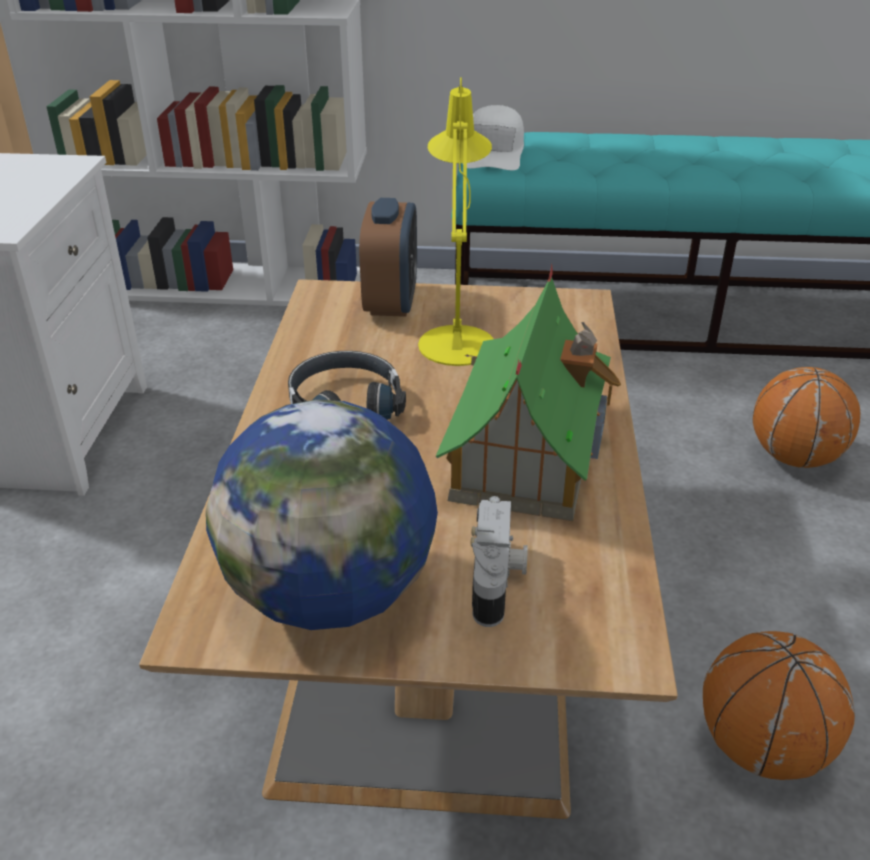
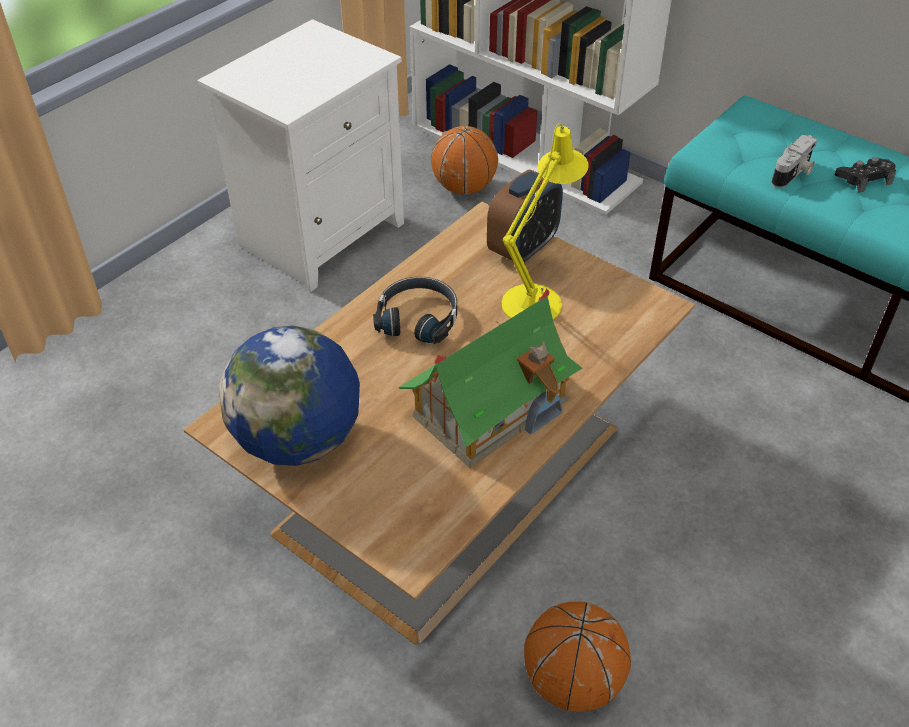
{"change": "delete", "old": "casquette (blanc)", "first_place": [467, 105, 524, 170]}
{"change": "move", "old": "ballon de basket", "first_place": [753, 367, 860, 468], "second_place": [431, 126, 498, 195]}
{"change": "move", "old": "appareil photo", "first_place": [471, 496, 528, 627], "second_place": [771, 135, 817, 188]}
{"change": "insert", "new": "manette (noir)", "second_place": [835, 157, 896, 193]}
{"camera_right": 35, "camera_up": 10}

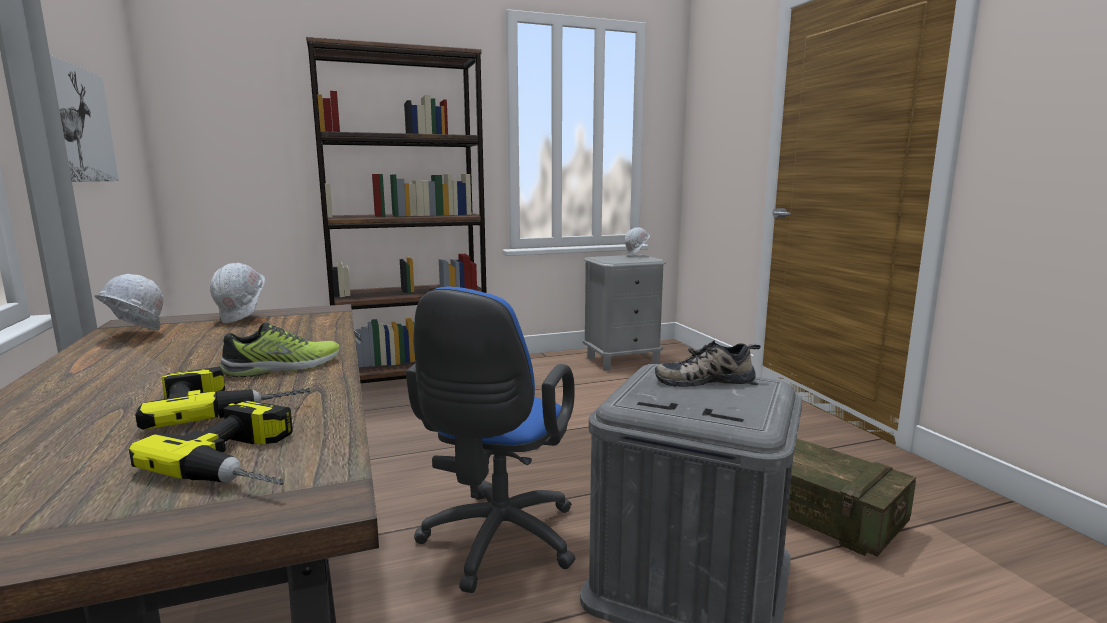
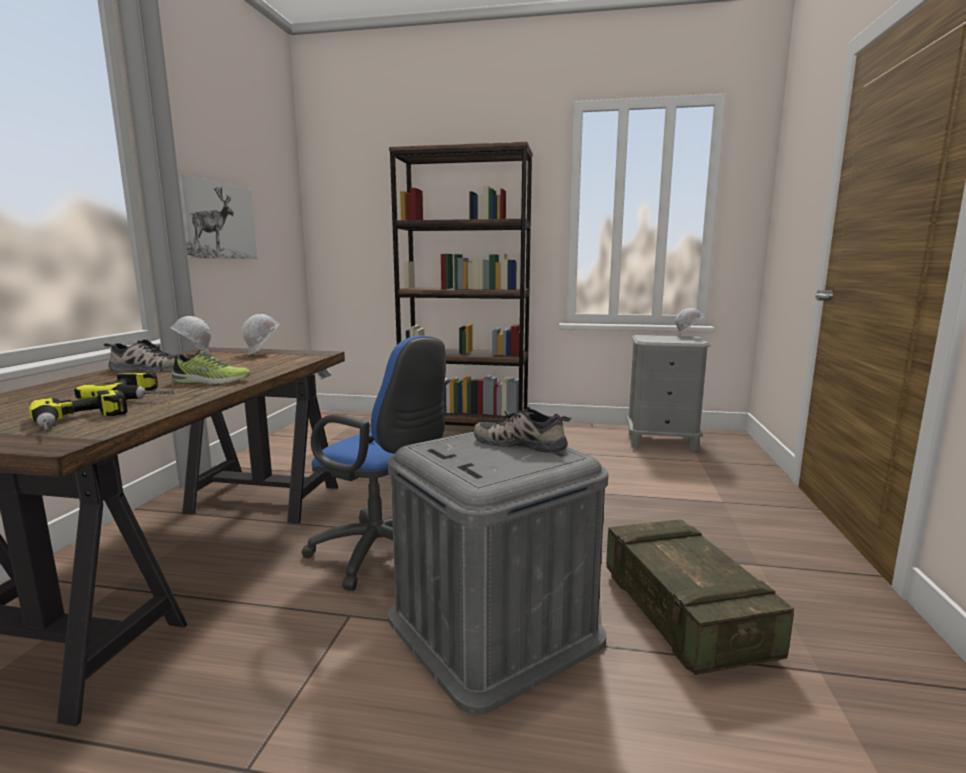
{"change": "rotate", "old": "chaise de bureau (bleu)", "first_place": [406, 287, 576, 593], "second_place": [301, 336, 446, 591], "degrees": -105}
{"change": "insert", "new": "chaussure", "second_place": [104, 339, 189, 372]}
{"camera_right": 30, "camera_up": 0}

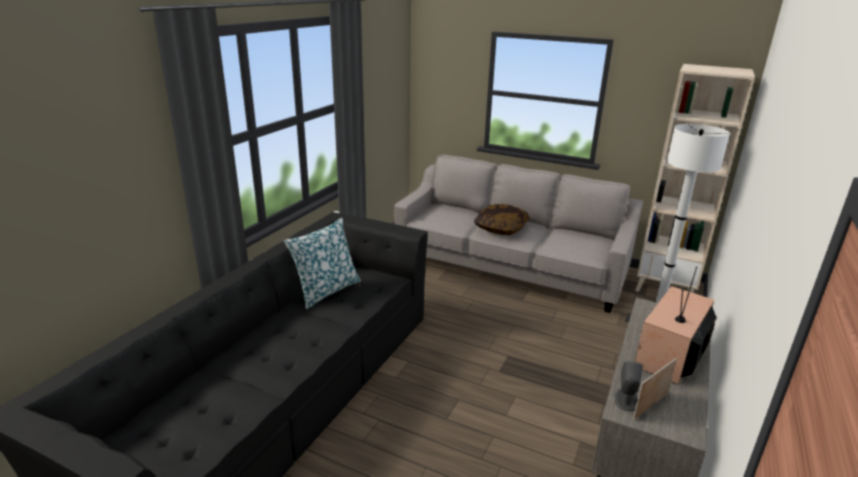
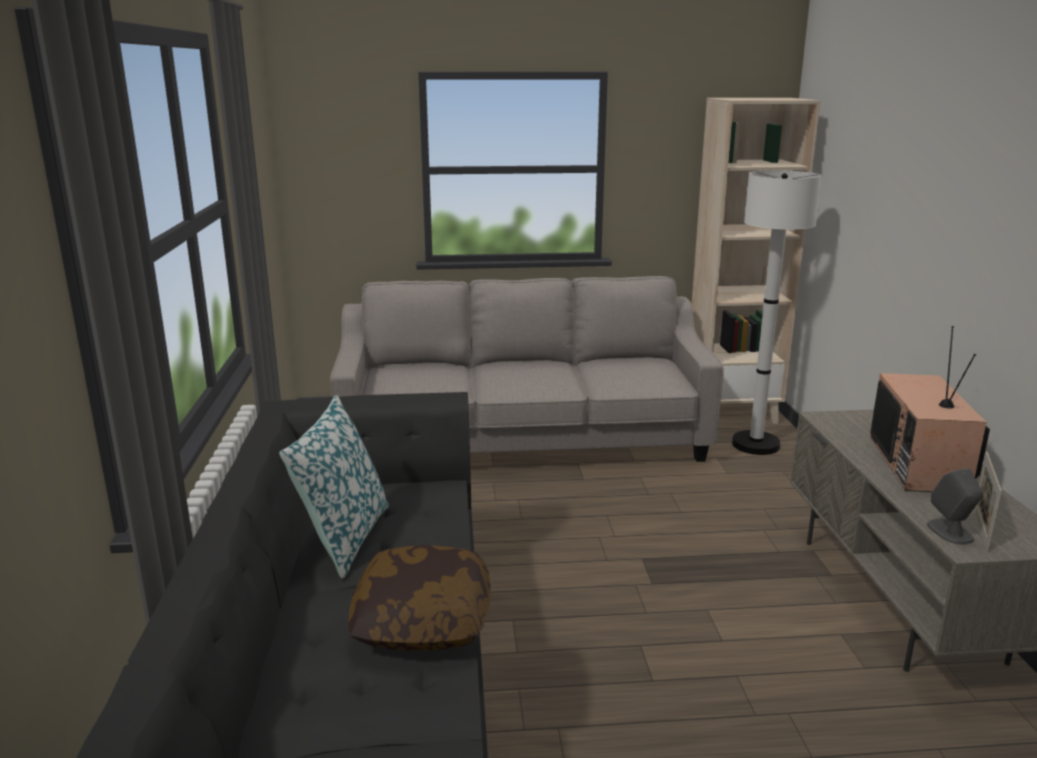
{"change": "move", "old": "coussin", "first_place": [474, 204, 529, 235], "second_place": [348, 545, 491, 651]}
{"camera_right": -30, "camera_up": -5}

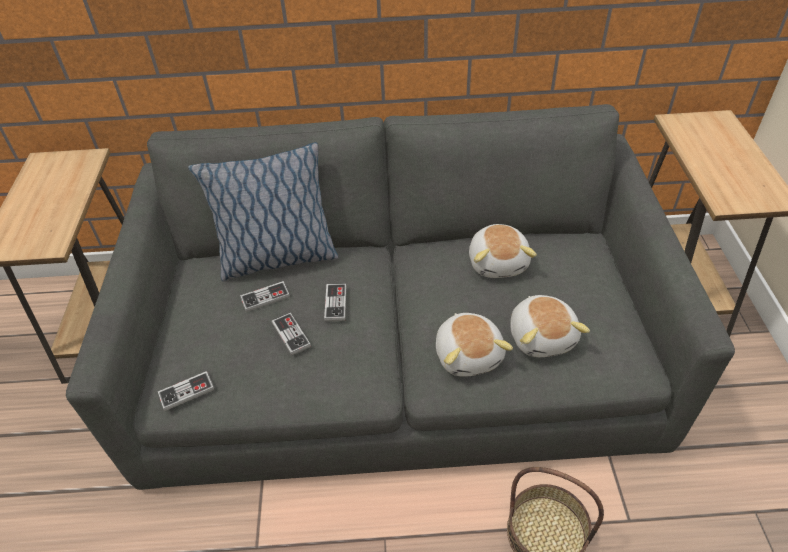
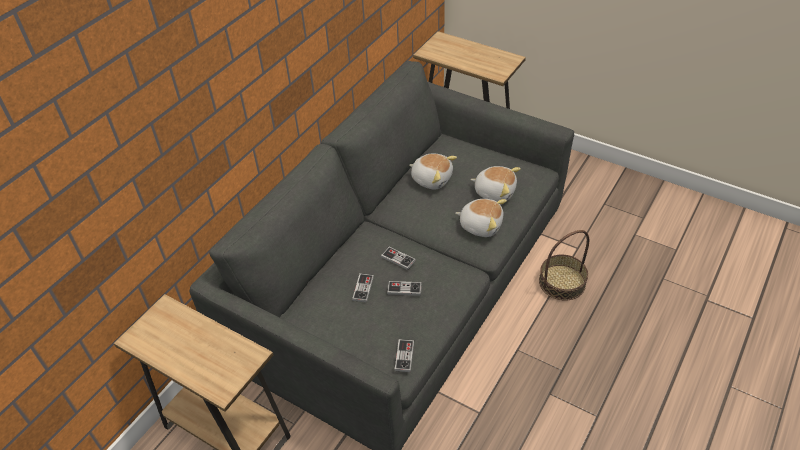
{"change": "delete", "old": "coussin", "first_place": [188, 142, 338, 281]}
{"camera_right": -55, "camera_up": 0}

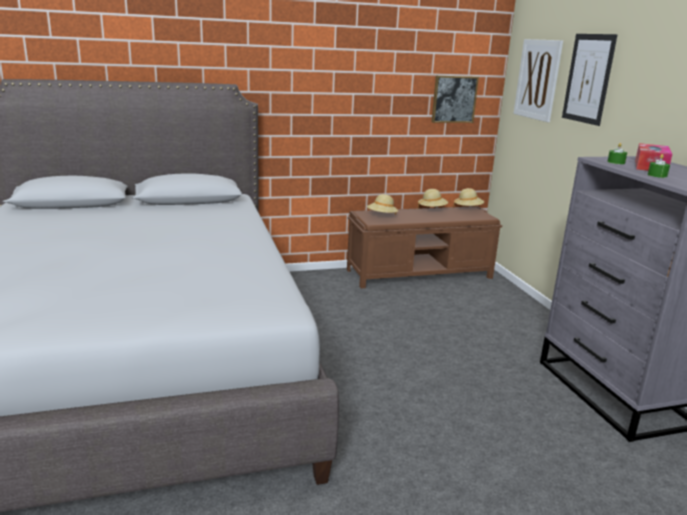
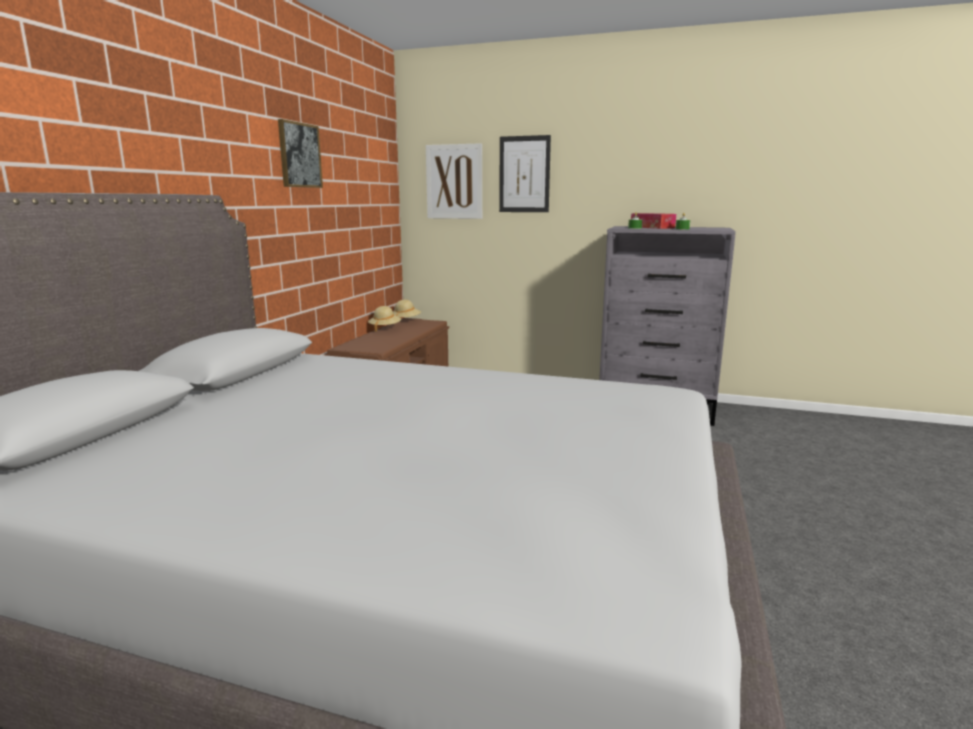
{"change": "move", "old": "tableau", "first_place": [432, 75, 479, 123], "second_place": [278, 119, 323, 188]}
{"change": "delete", "old": "chapeau (beige)", "first_place": [367, 194, 398, 215]}
{"camera_right": -55, "camera_up": -5}

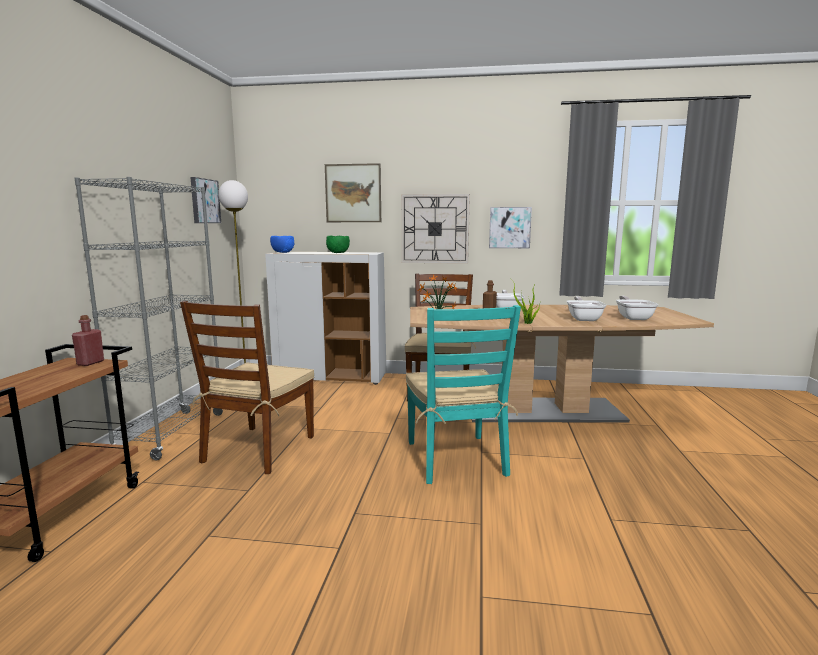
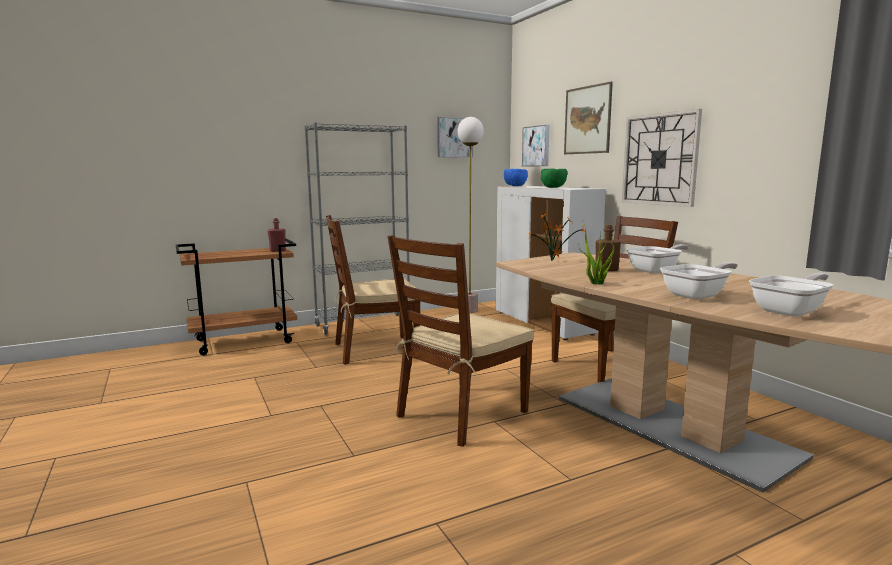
{"change": "move", "old": "tableau", "first_place": [489, 207, 532, 248], "second_place": [522, 125, 550, 167]}
{"change": "recolor", "old": "chaise (turquoise)", "new": "chaise (marron)", "first_place": [406, 305, 521, 484], "second_place": [388, 235, 534, 447]}
{"camera_right": 55, "camera_up": 0}

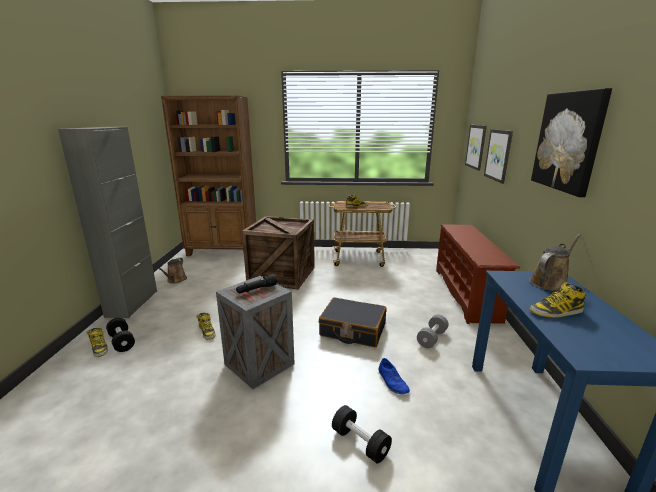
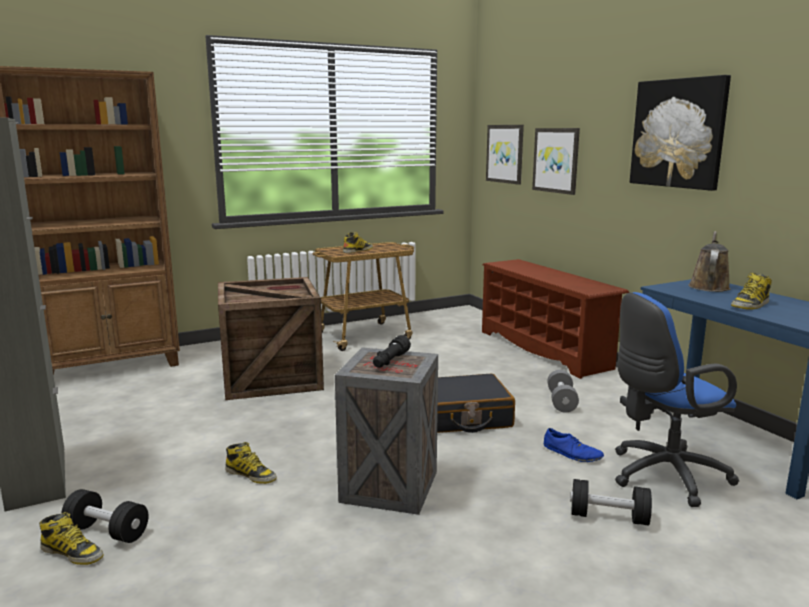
{"change": "delete", "old": "arrosoir (marron)", "first_place": [158, 258, 187, 284]}
{"change": "insert", "new": "chaise de bureau (bleu)", "second_place": [615, 292, 739, 507]}
{"camera_right": -30, "camera_up": -5}

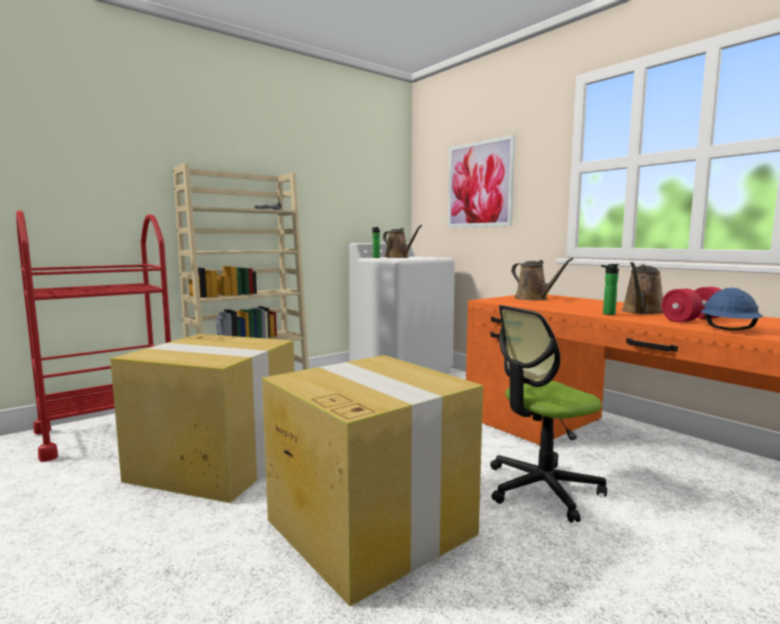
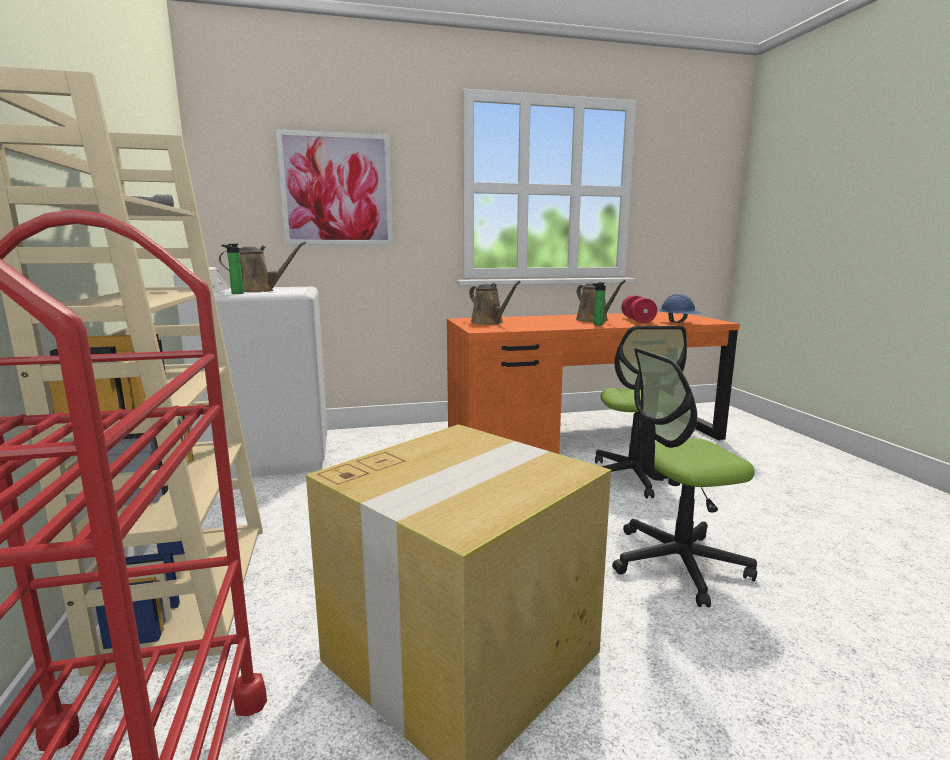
{"change": "rotate", "old": "arrosoir (marron)", "first_place": [511, 258, 573, 300], "second_place": [469, 281, 521, 325], "degrees": 60}
{"change": "replace", "old": "carton", "new": "chaise de bureau", "first_place": [262, 355, 483, 606], "second_place": [612, 348, 757, 607]}
{"camera_right": -65, "camera_up": 5}

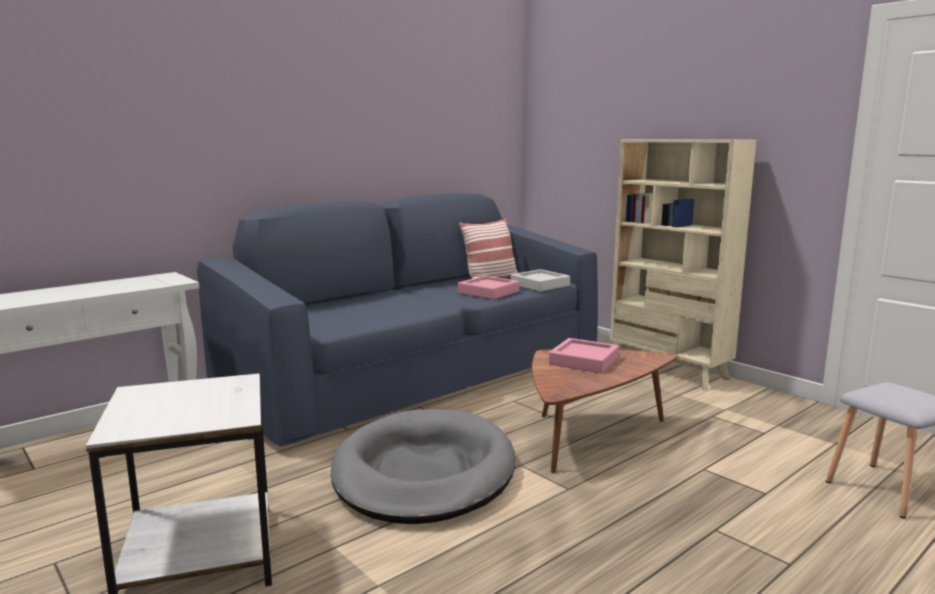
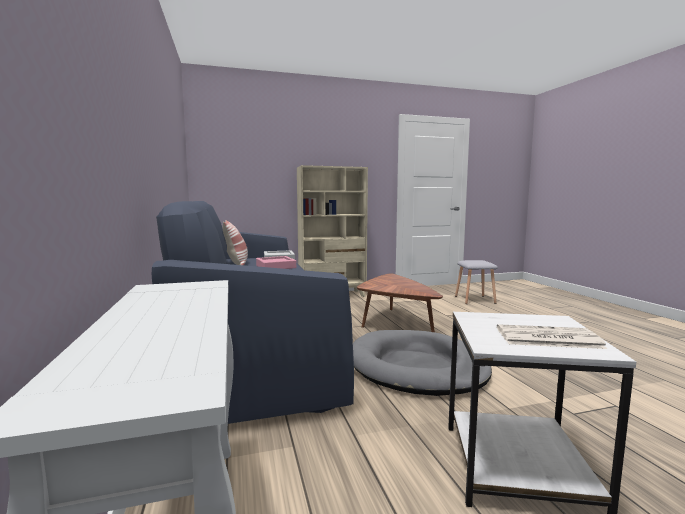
{"change": "delete", "old": "plateau (rose)", "first_place": [549, 338, 619, 373]}
{"change": "insert", "new": "journal", "second_place": [497, 324, 607, 349]}
{"camera_right": -65, "camera_up": -5}

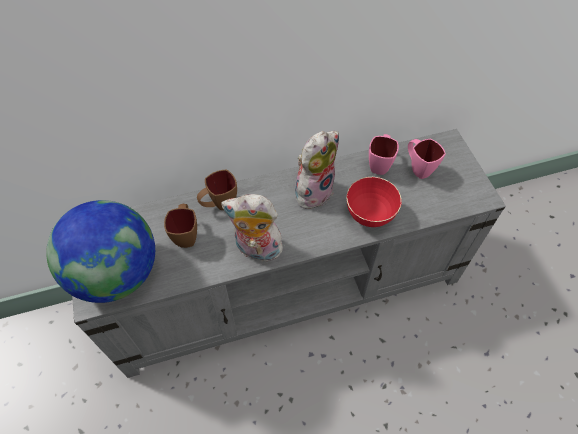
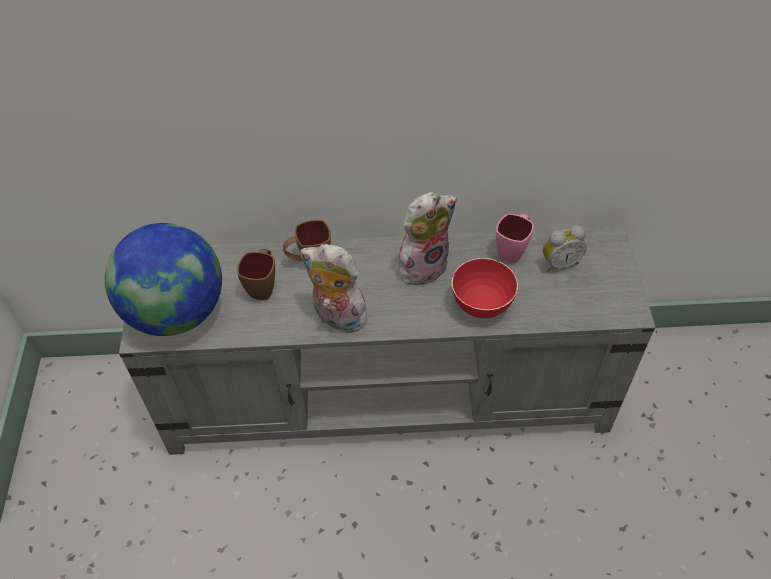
{"change": "replace", "old": "mug (rose)", "new": "réveil", "first_place": [408, 139, 446, 179], "second_place": [543, 225, 587, 272]}
{"camera_right": 15, "camera_up": -5}

